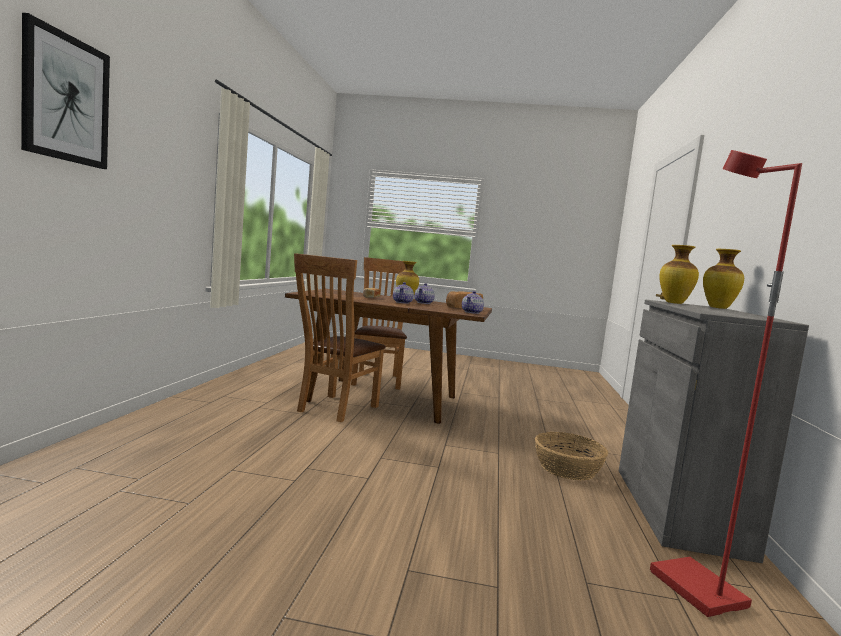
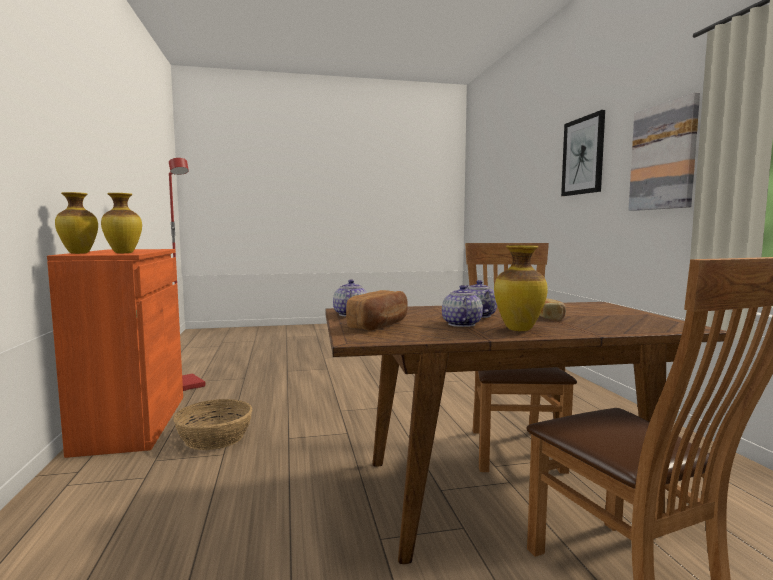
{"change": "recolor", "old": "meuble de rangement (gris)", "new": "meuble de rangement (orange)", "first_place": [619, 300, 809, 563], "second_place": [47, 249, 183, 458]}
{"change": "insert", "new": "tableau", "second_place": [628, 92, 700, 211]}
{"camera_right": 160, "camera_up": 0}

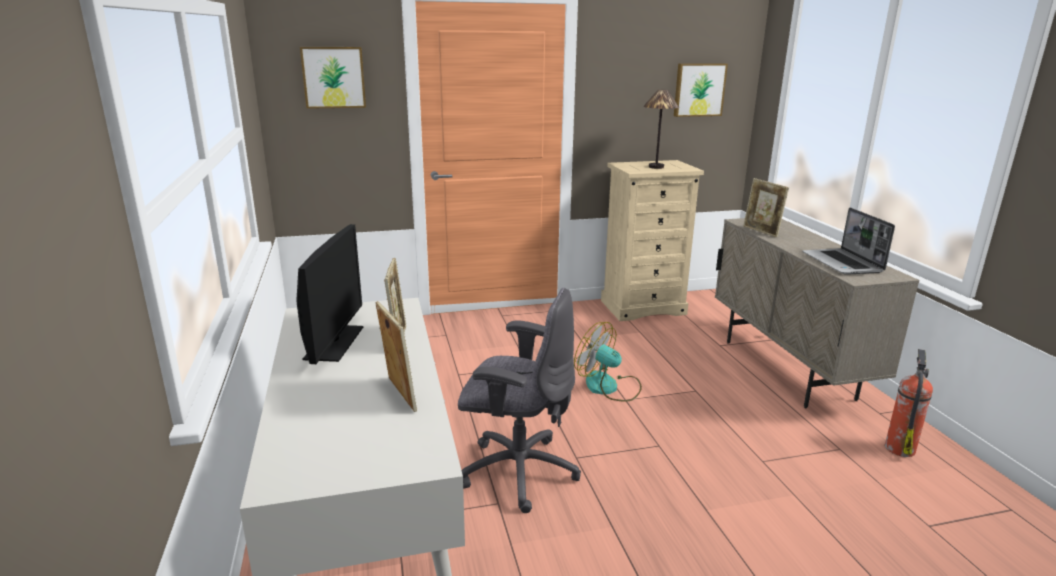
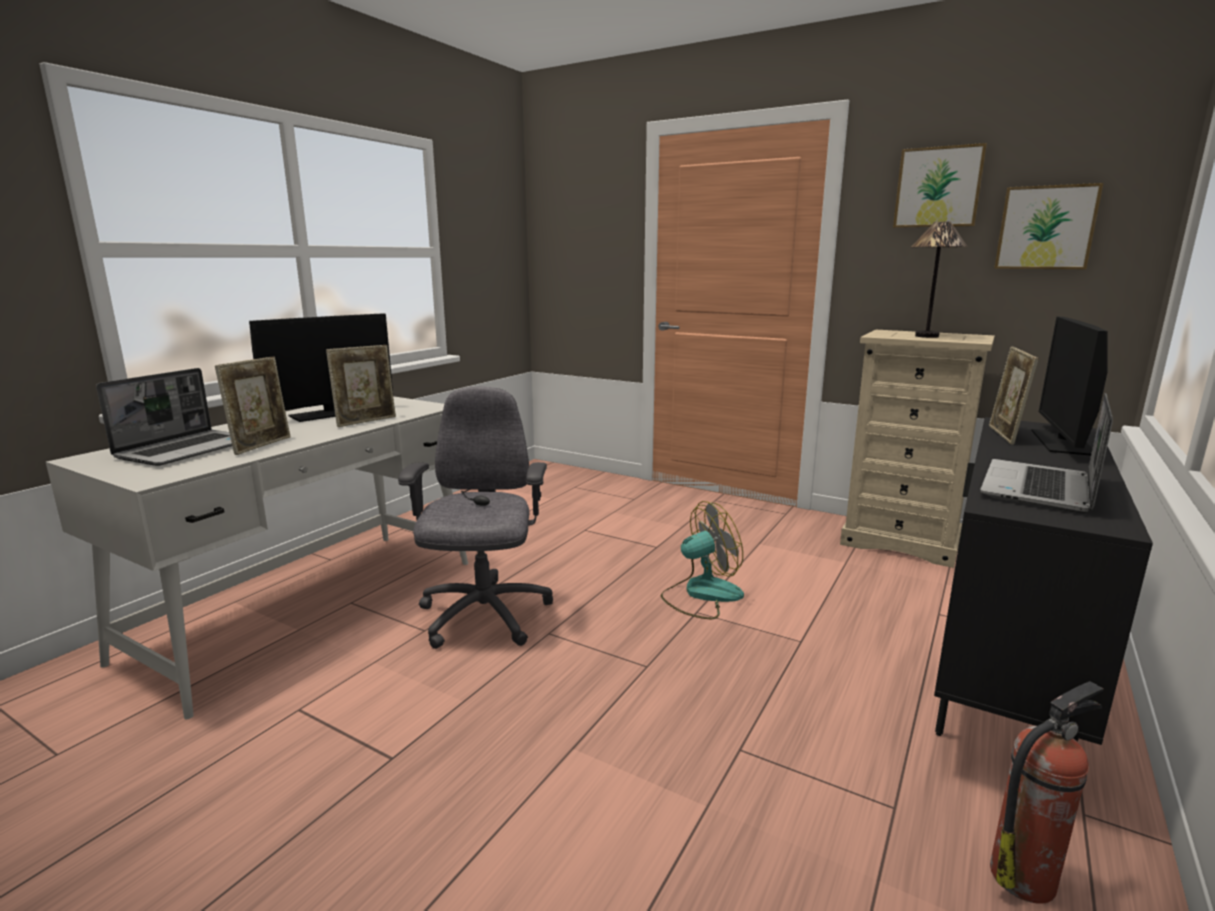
{"change": "move", "old": "tableau", "first_place": [300, 47, 366, 109], "second_place": [893, 143, 987, 228]}
{"change": "recolor", "old": "meuble de rangement (beige)", "new": "meuble de rangement (noir)", "first_place": [715, 218, 920, 408], "second_place": [934, 417, 1153, 745]}
{"change": "rotate", "old": "chaise de bureau (gris)", "first_place": [458, 288, 581, 513], "second_place": [398, 387, 553, 649], "degrees": -150}
{"change": "rotate", "old": "ventilateur", "first_place": [574, 322, 642, 402], "second_place": [661, 501, 744, 619], "degrees": 75}
{"change": "insert", "new": "écran d'ordinateur", "second_place": [1031, 317, 1108, 456]}
{"change": "insert", "new": "ordinateur portable", "second_place": [96, 368, 232, 466]}
{"camera_right": 45, "camera_up": -5}

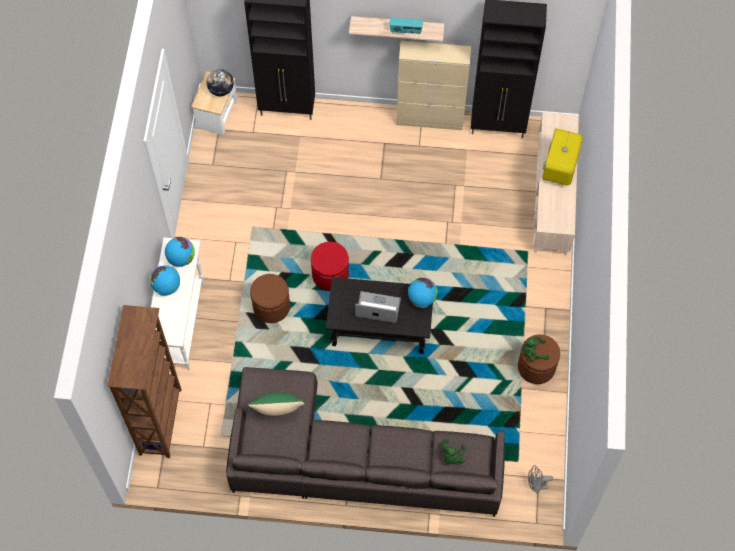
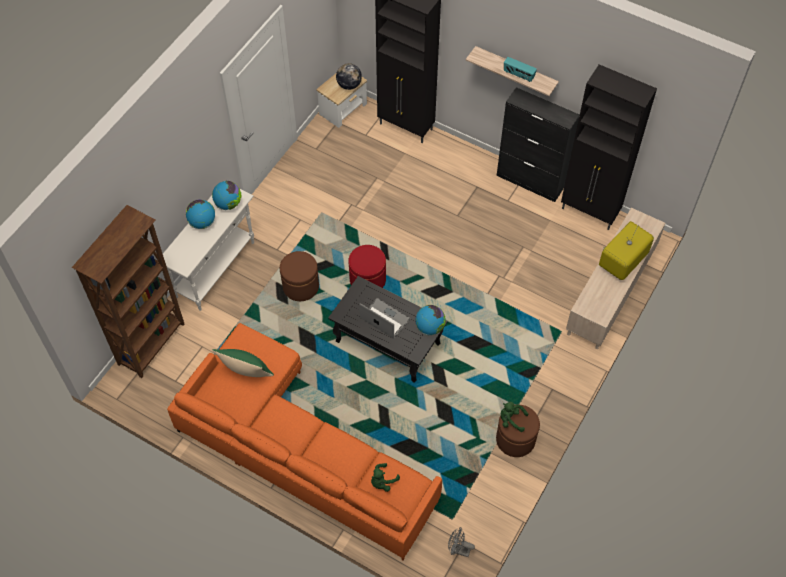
{"change": "recolor", "old": "meuble de rangement (beige)", "new": "meuble de rangement (noir)", "first_place": [397, 41, 471, 130], "second_place": [497, 87, 580, 202]}
{"change": "recolor", "old": "canapé (gris)", "new": "canapé (orange)", "first_place": [226, 367, 505, 517], "second_place": [167, 323, 442, 561]}
{"camera_right": 25, "camera_up": -5}

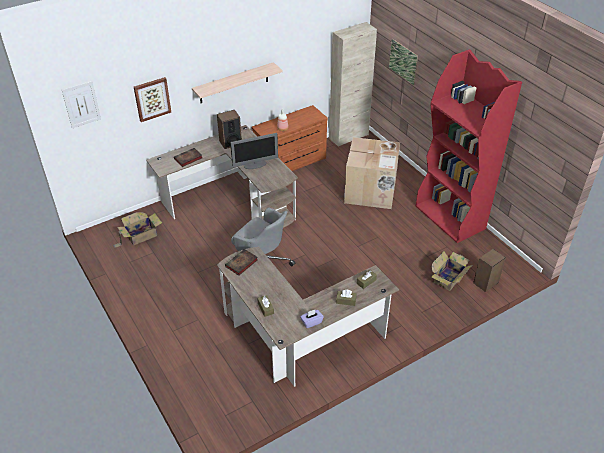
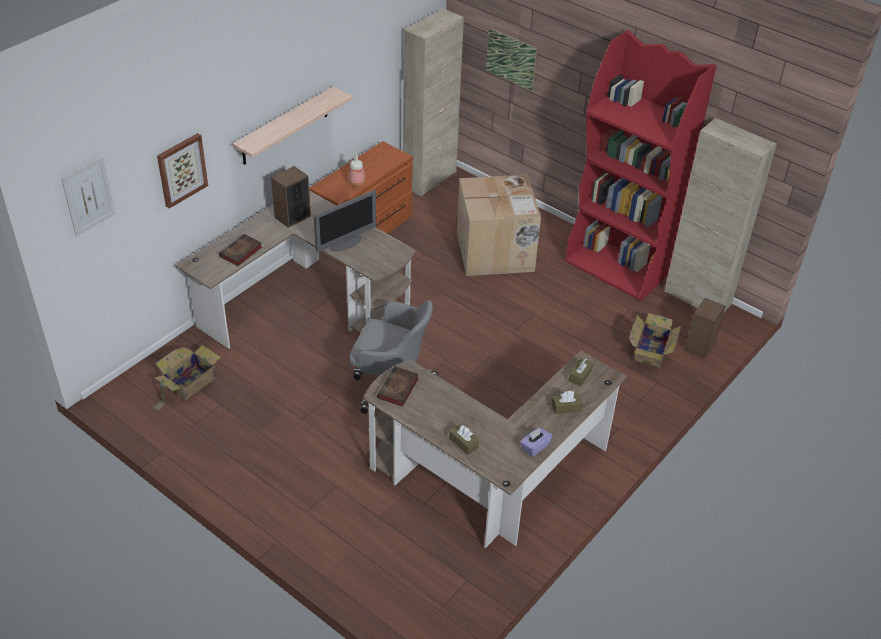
{"change": "insert", "new": "meuble de rangement (beige)", "second_place": [664, 118, 777, 312]}
{"camera_right": -20, "camera_up": 0}

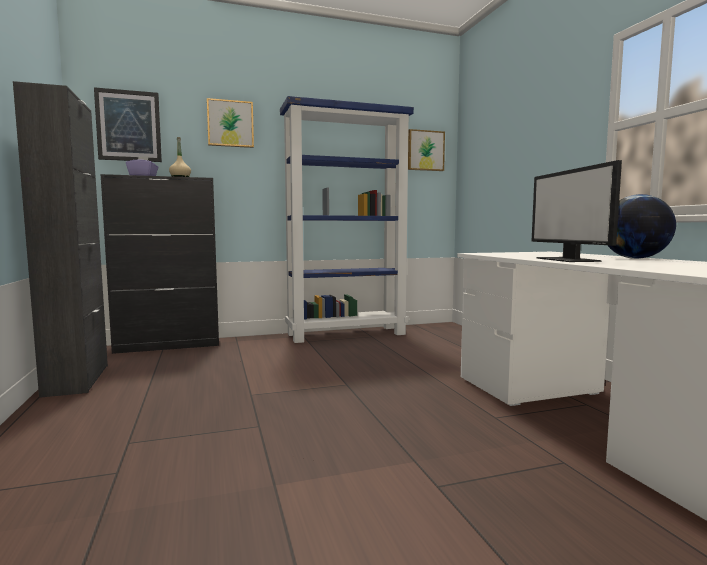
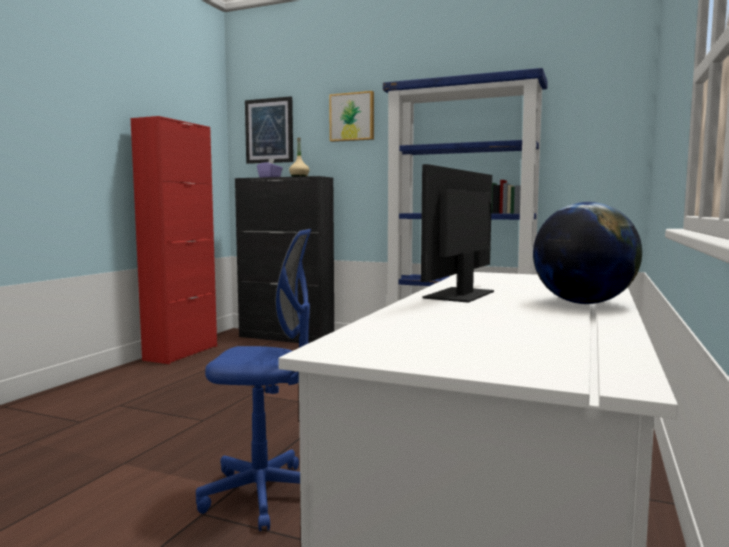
{"change": "recolor", "old": "meuble de rangement (noir)", "new": "meuble de rangement (rouge)", "first_place": [13, 81, 108, 398], "second_place": [131, 116, 217, 364]}
{"change": "delete", "old": "tableau", "first_place": [408, 129, 445, 171]}
{"change": "insert", "new": "chaise de bureau (bleu)", "second_place": [196, 229, 311, 531]}
{"camera_right": 40, "camera_up": 0}

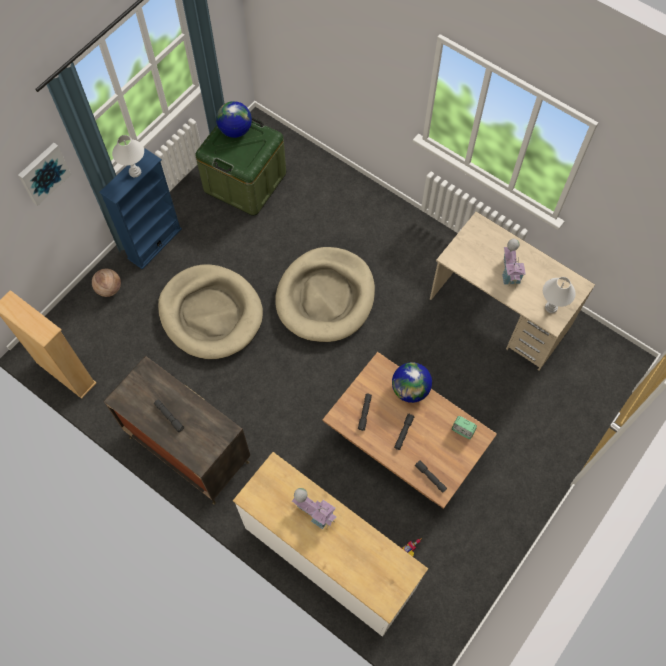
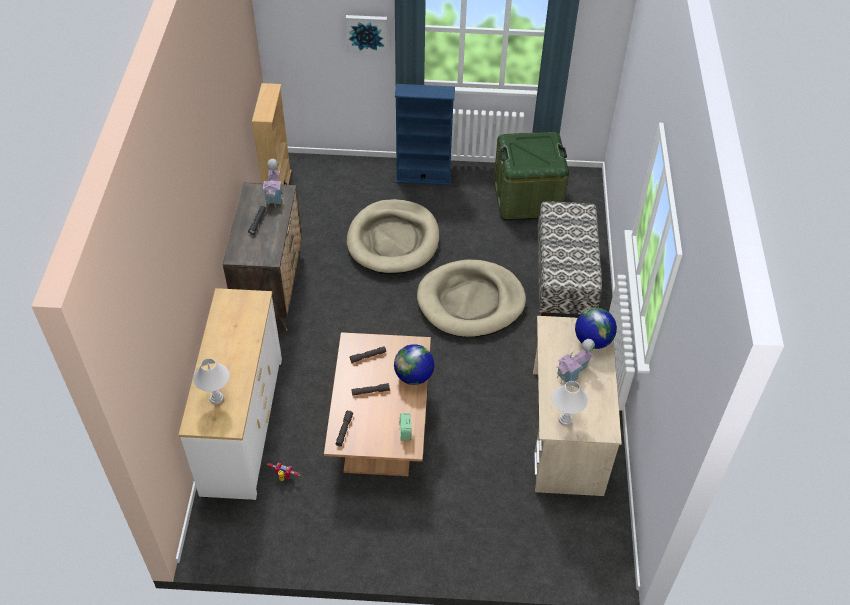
{"change": "move", "old": "globe", "first_place": [216, 101, 252, 138], "second_place": [575, 308, 617, 349]}
{"change": "move", "old": "lampe de table (blanc)", "first_place": [112, 135, 144, 177], "second_place": [193, 358, 229, 404]}
{"change": "delete", "old": "ballon de basket", "first_place": [92, 269, 121, 297]}
{"change": "move", "old": "maison miniature", "first_place": [292, 488, 336, 529], "second_place": [263, 159, 283, 207]}
{"change": "insert", "new": "banc", "second_place": [537, 201, 602, 316]}
{"camera_right": 55, "camera_up": -15}

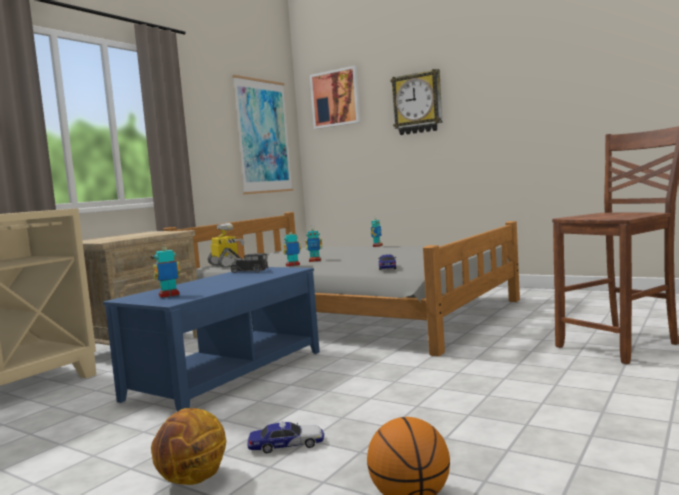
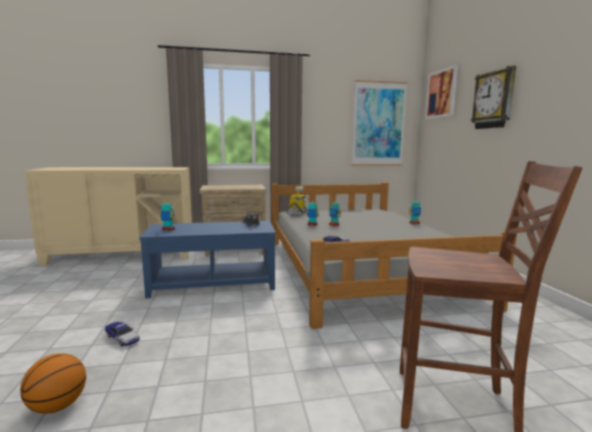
{"change": "delete", "old": "ballon de basket", "first_place": [151, 408, 226, 485]}
{"camera_right": 45, "camera_up": 5}

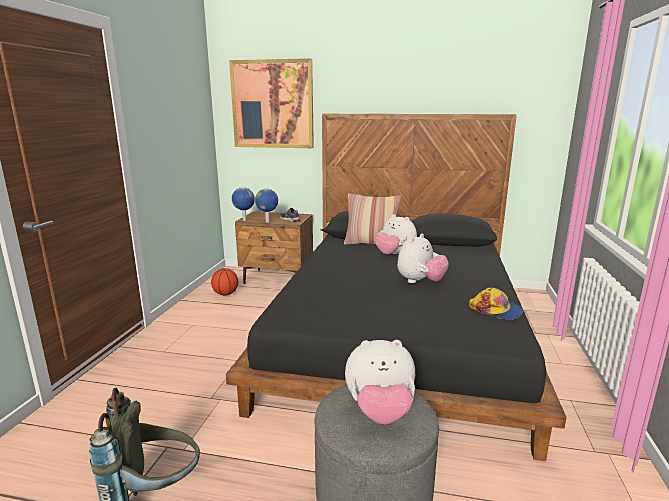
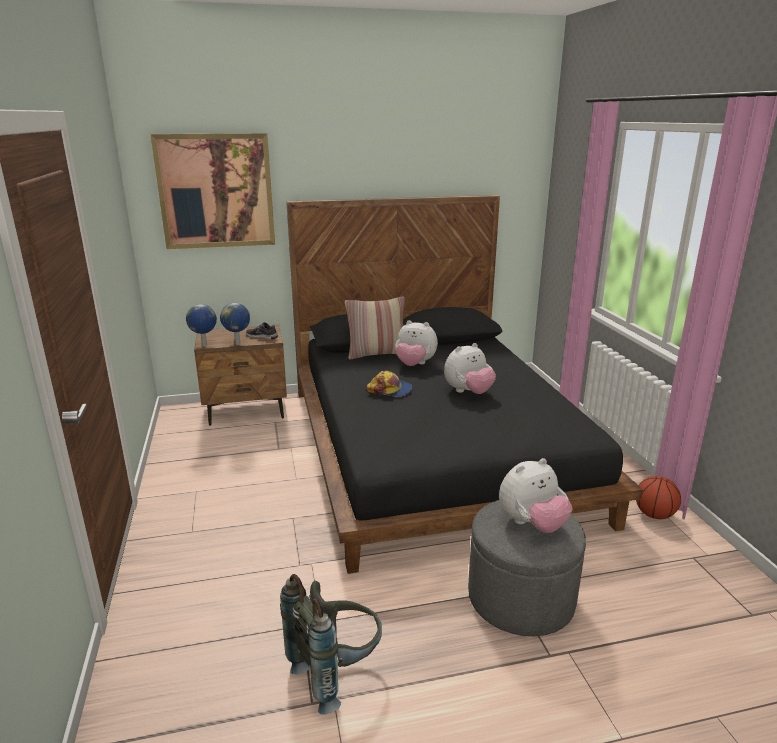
{"change": "rotate", "old": "peluche", "first_place": [397, 234, 449, 284], "second_place": [444, 343, 496, 394], "degrees": 45}
{"change": "move", "old": "ballon de basket", "first_place": [211, 268, 238, 295], "second_place": [636, 476, 681, 519]}
{"change": "move", "old": "casquette", "first_place": [469, 287, 523, 320], "second_place": [367, 371, 412, 397]}
{"camera_right": -25, "camera_up": 5}

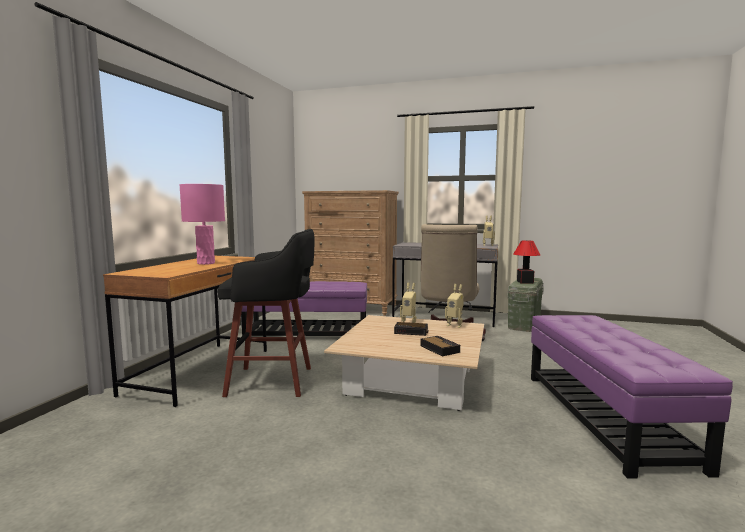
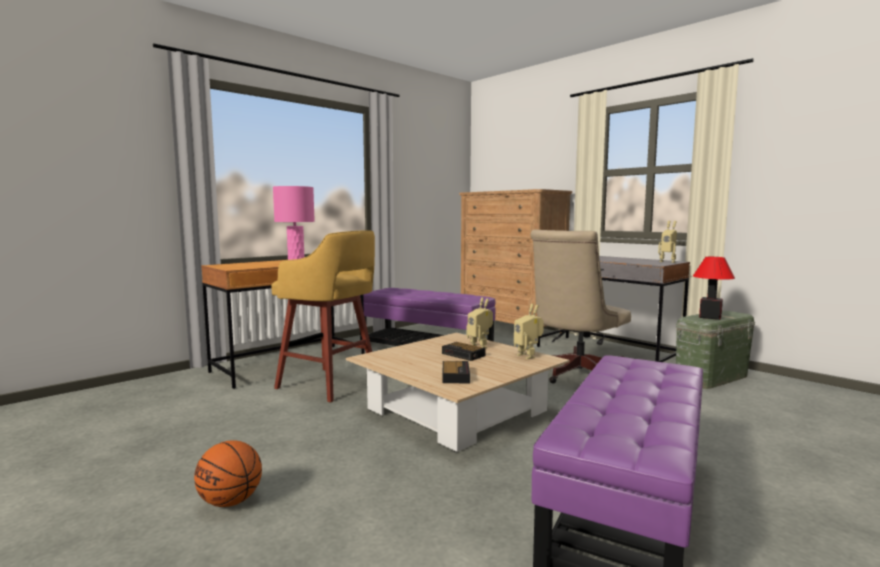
{"change": "recolor", "old": "tabouret (noir)", "new": "tabouret (jaune)", "first_place": [218, 229, 315, 397], "second_place": [271, 230, 375, 402]}
{"change": "insert", "new": "ballon de basket", "second_place": [194, 440, 262, 507]}
{"camera_right": 30, "camera_up": 0}

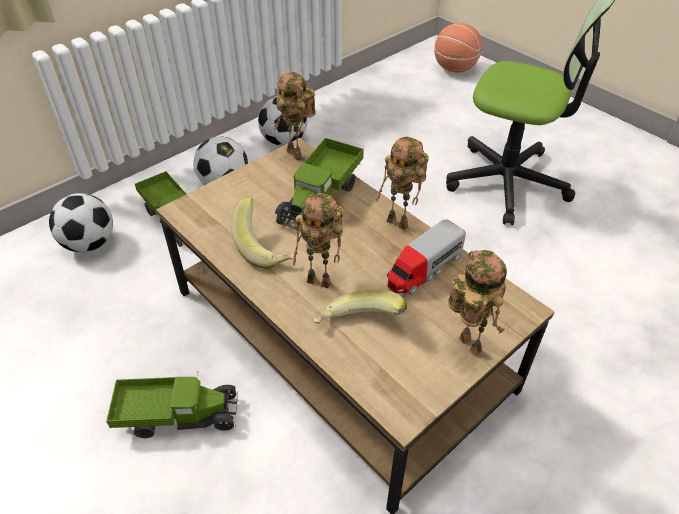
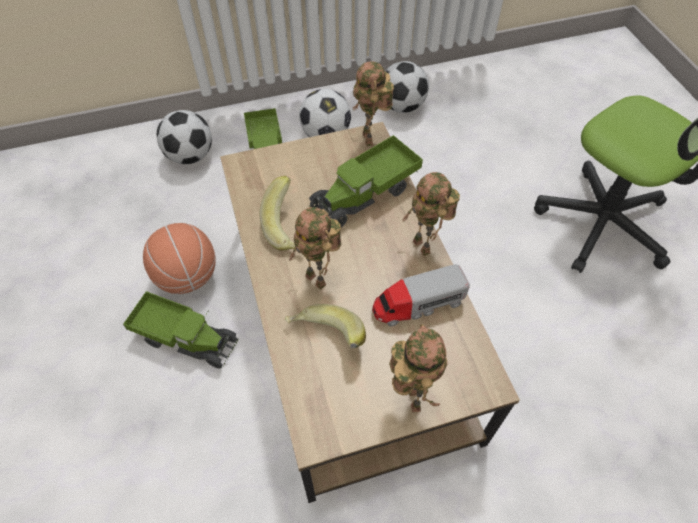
{"change": "move", "old": "ballon de basket", "first_place": [434, 23, 482, 72], "second_place": [143, 223, 216, 294]}
{"camera_right": 25, "camera_up": 10}

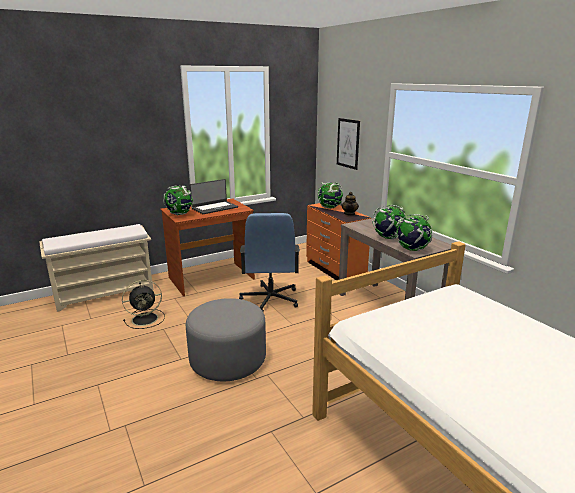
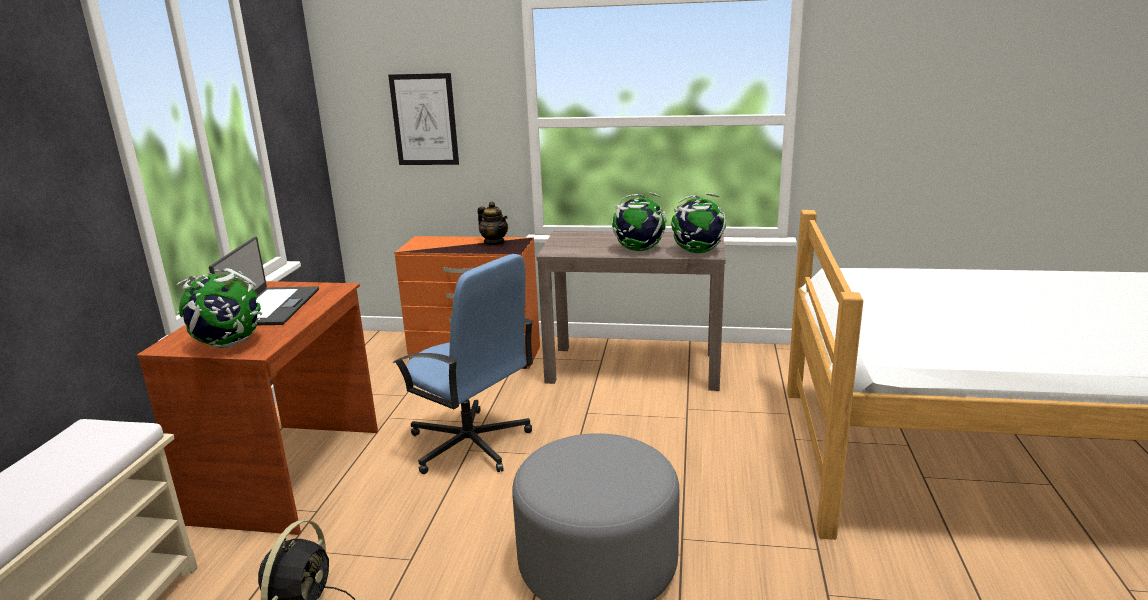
{"change": "delete", "old": "globe", "first_place": [318, 182, 343, 209]}
{"camera_right": -50, "camera_up": 0}

